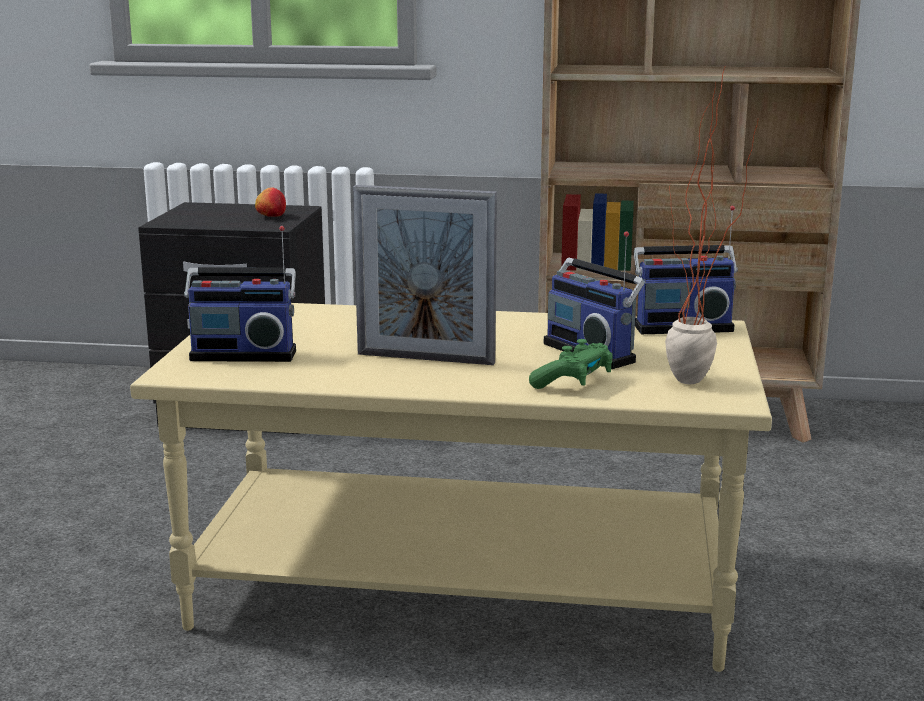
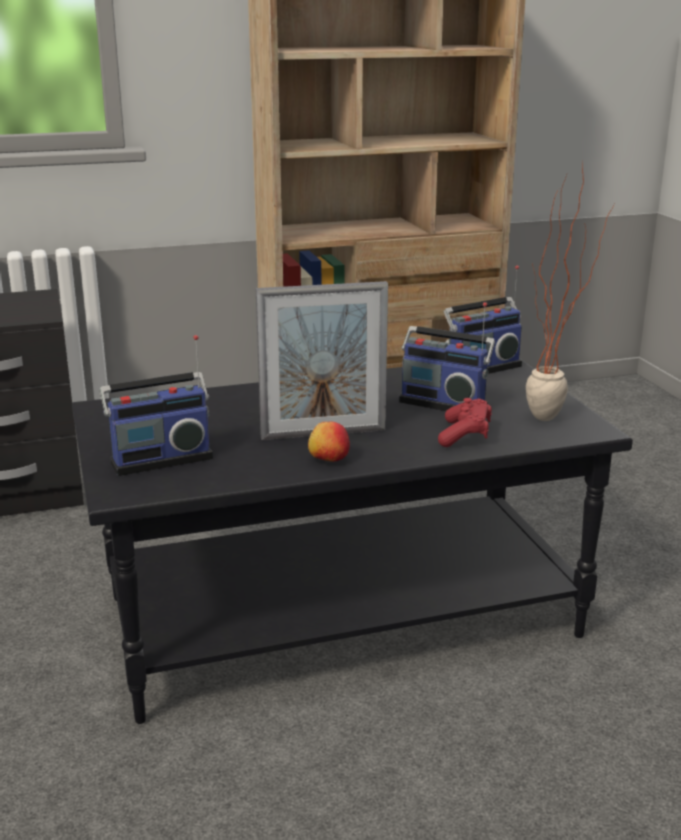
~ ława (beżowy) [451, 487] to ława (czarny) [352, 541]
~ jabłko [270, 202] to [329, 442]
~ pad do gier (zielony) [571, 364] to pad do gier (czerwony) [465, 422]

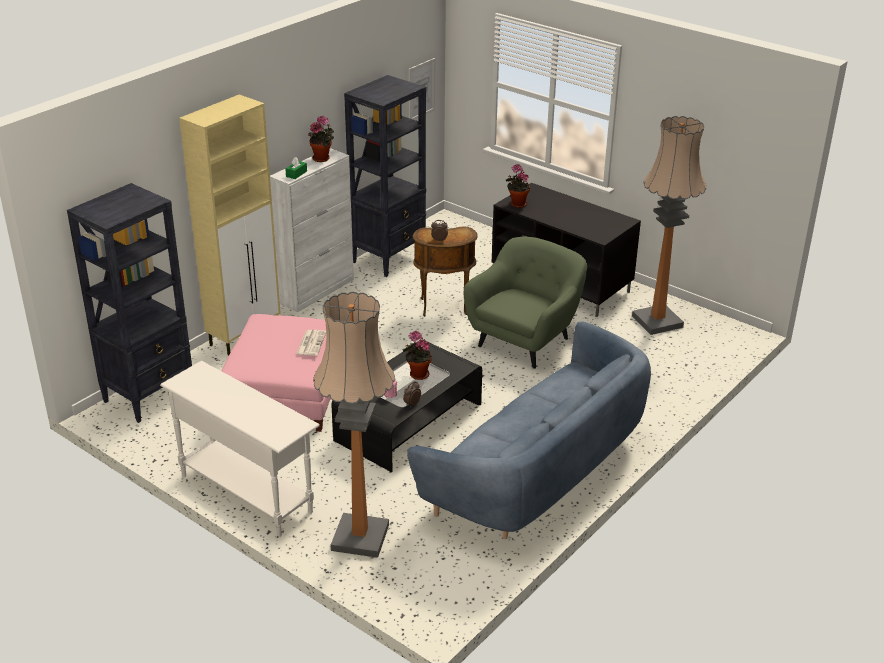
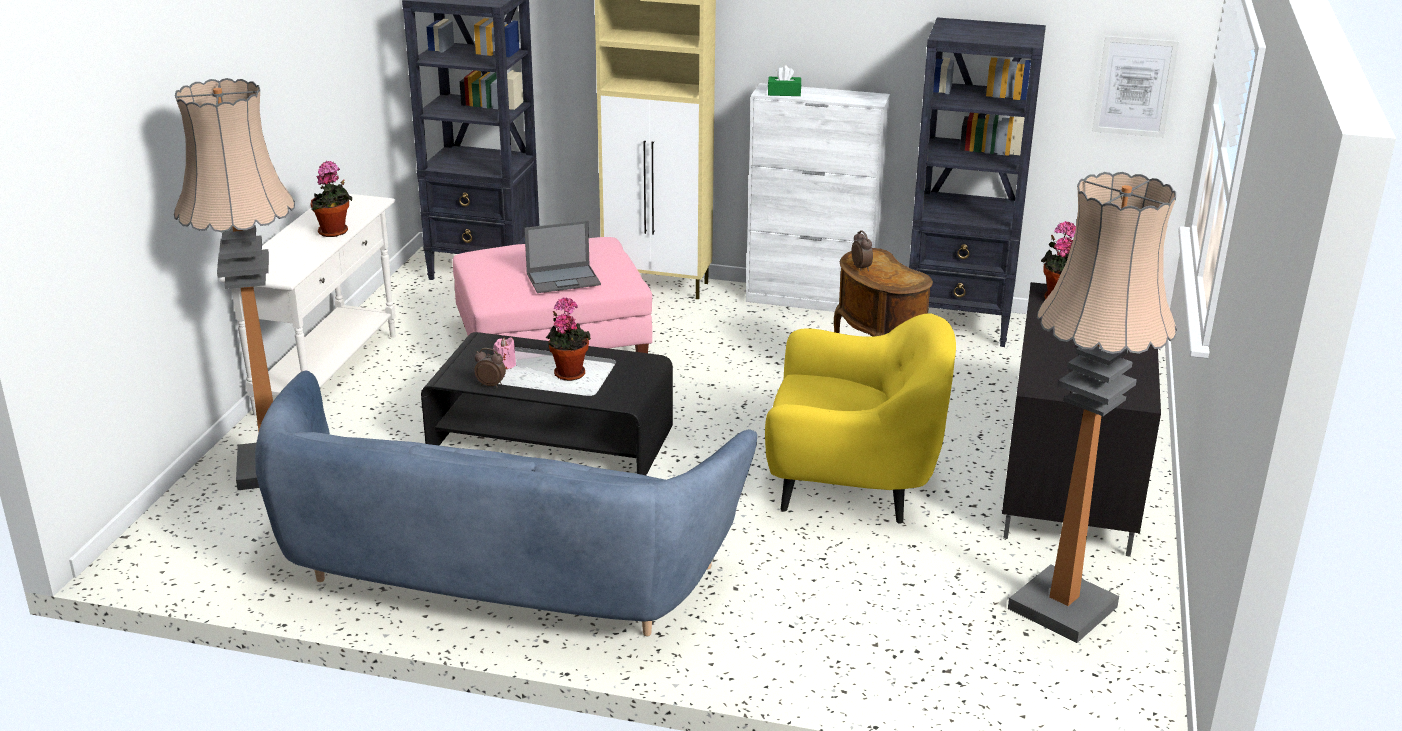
~ roślina doniczkowa [321, 139] to [331, 198]
~ gazeta [311, 343] to laptop [562, 256]
~ fotel (zielony) [525, 302] to fotel (żółty) [860, 418]

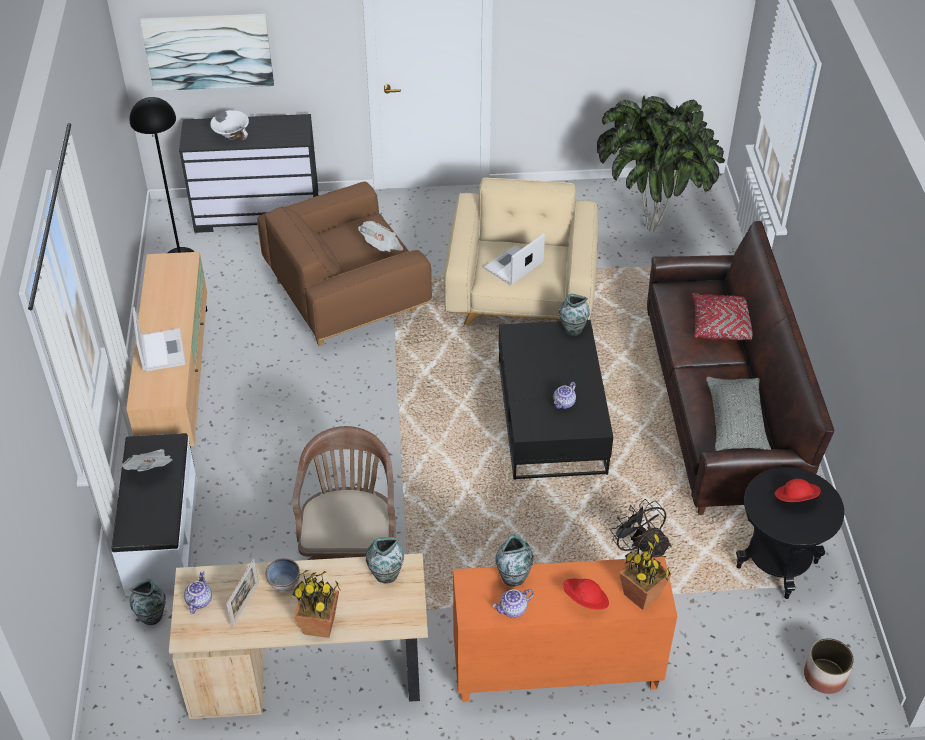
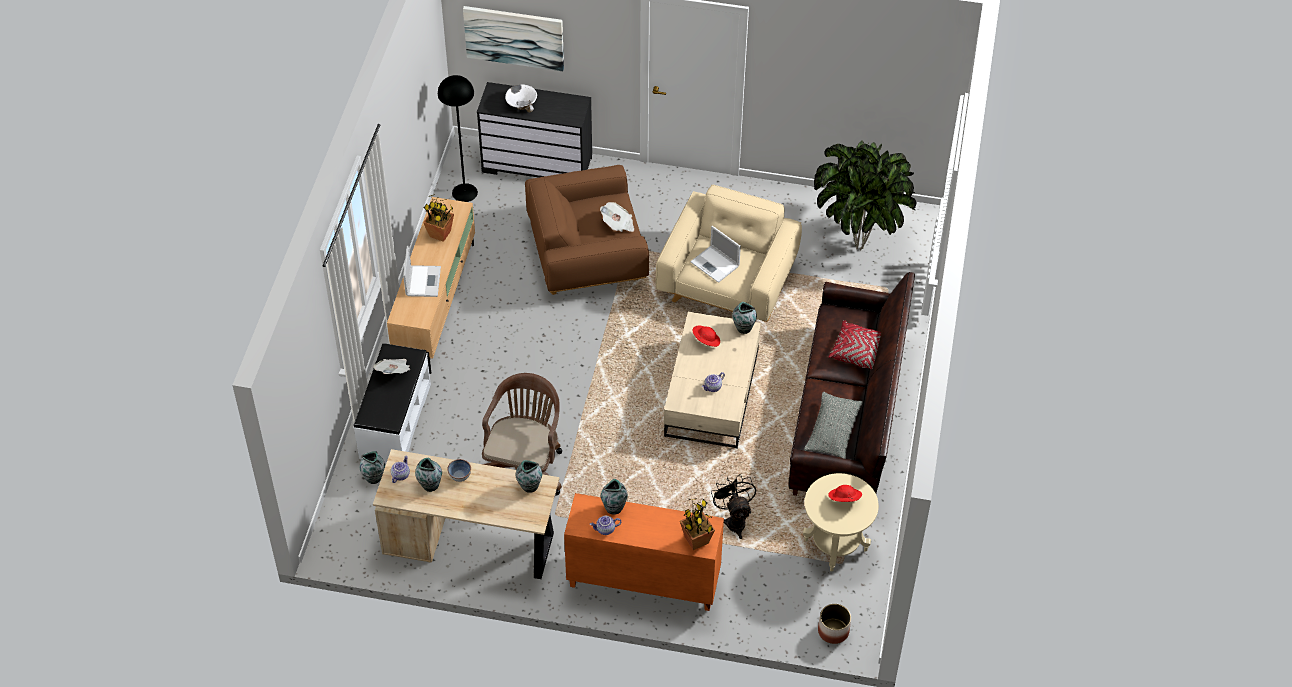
~ ramka na zdjęcie [242, 593] to wazon [428, 475]
~ roślina doniczkowa [316, 604] to [438, 218]
~ ława (czarny) [556, 400] to ława (beżowy) [712, 380]
~ laptop [514, 259] = [715, 254] 105 degrees counterclockwise
~ kapelusz (czerwony) [586, 594] to [706, 336]
~ stolik (czarny) [790, 533] to stolik (beżowy) [841, 522]

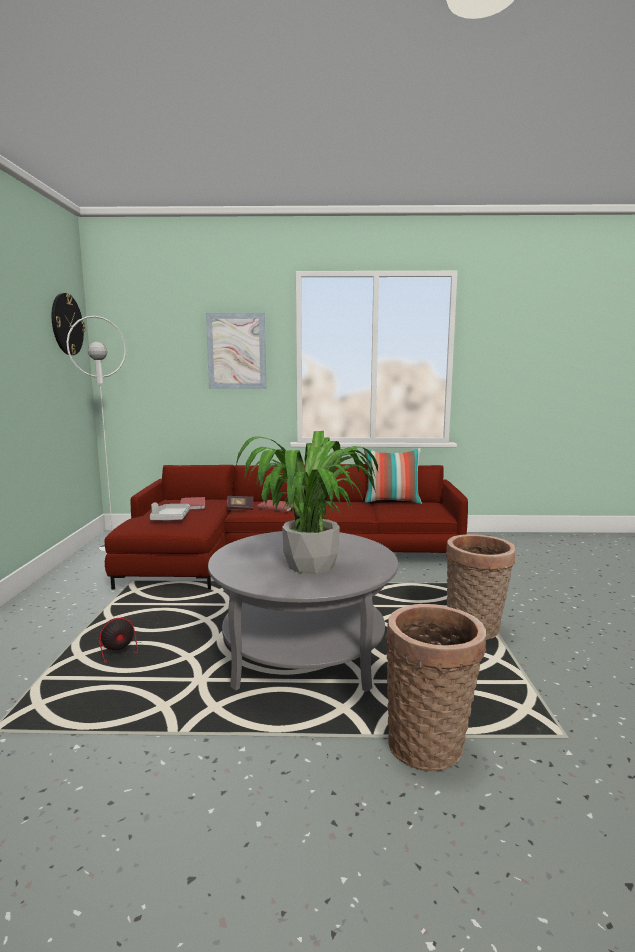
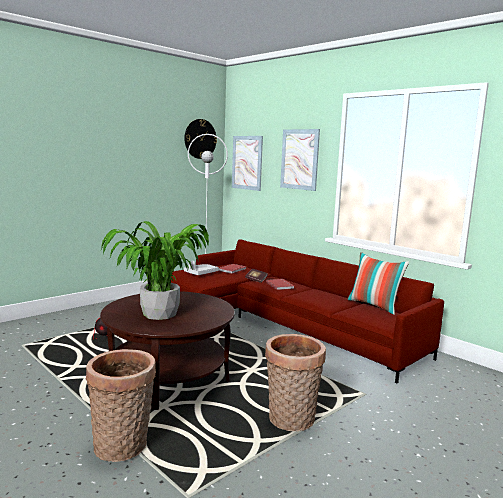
~ ława (szary) [303, 611] to ława (brązowy) [167, 350]
+ obraz [247, 163]

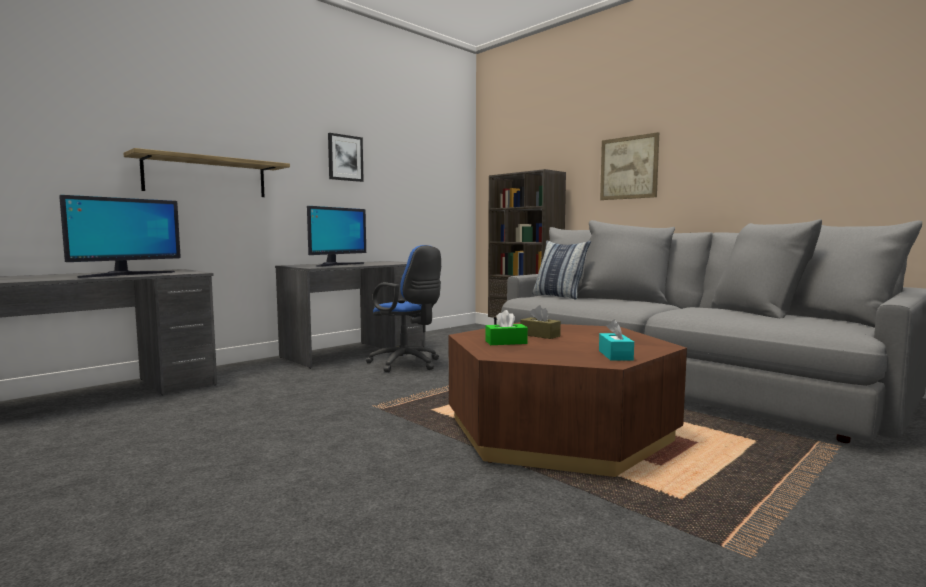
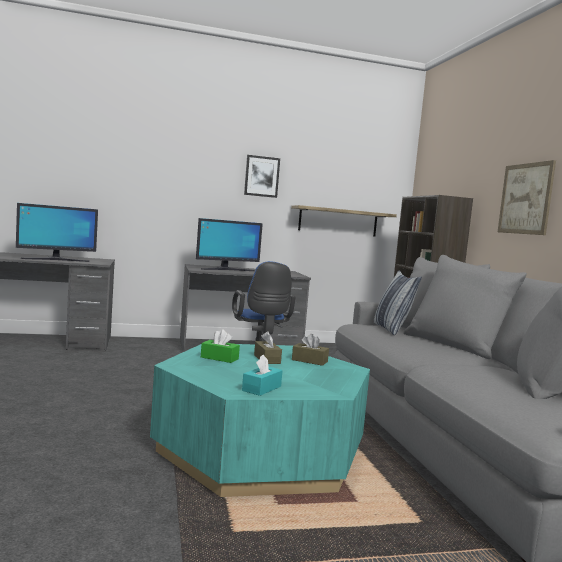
~ ława (brązowy) [568, 399] to ława (turkusowy) [260, 420]
~ półka [206, 172] to [344, 221]
+ pudełko chusteczek (brązowy) [310, 350]

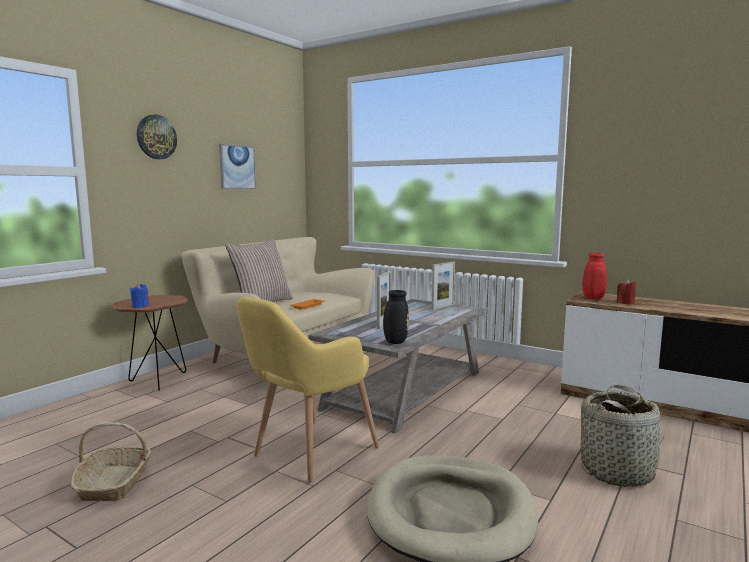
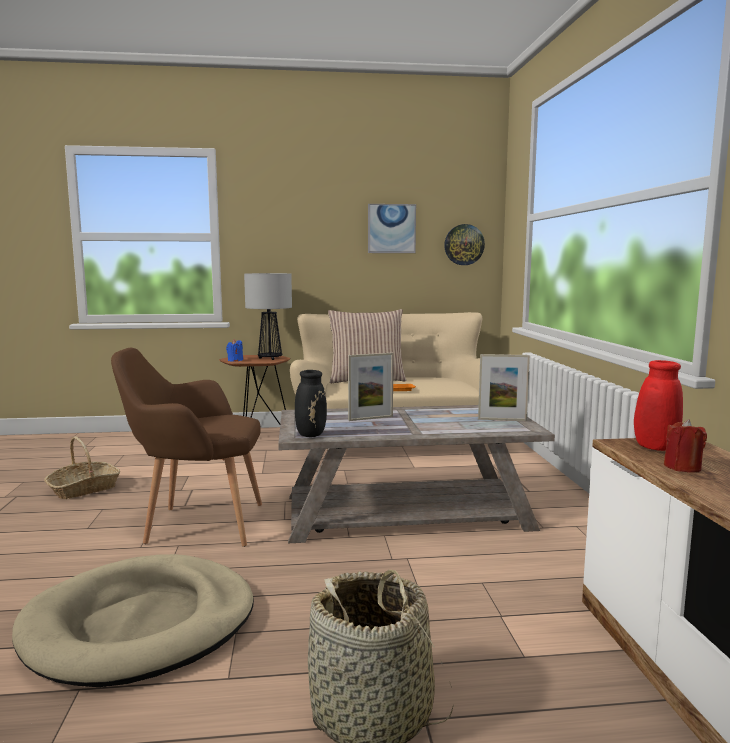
~ fotel (żółty) [308, 389] to fotel (brązowy) [186, 447]
+ lampa stołowa [268, 316]
~ zegar ścienny [157, 136] to [464, 244]

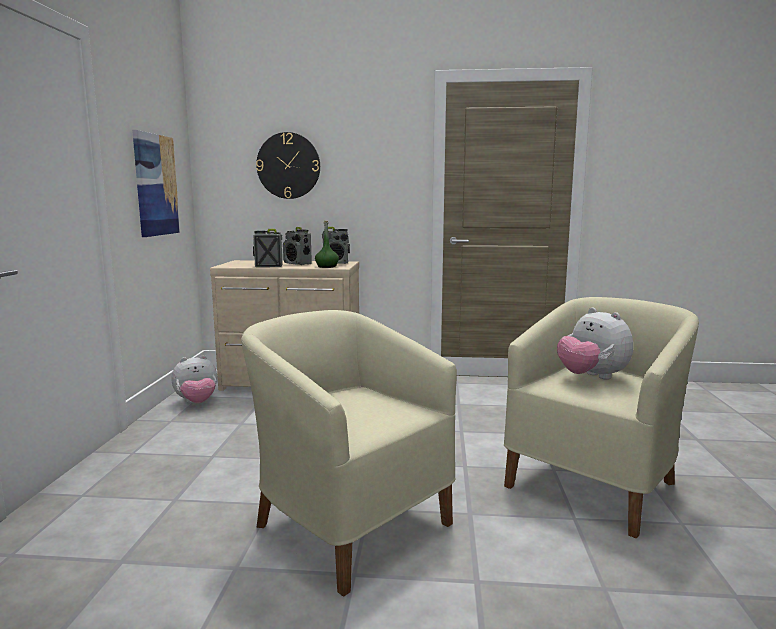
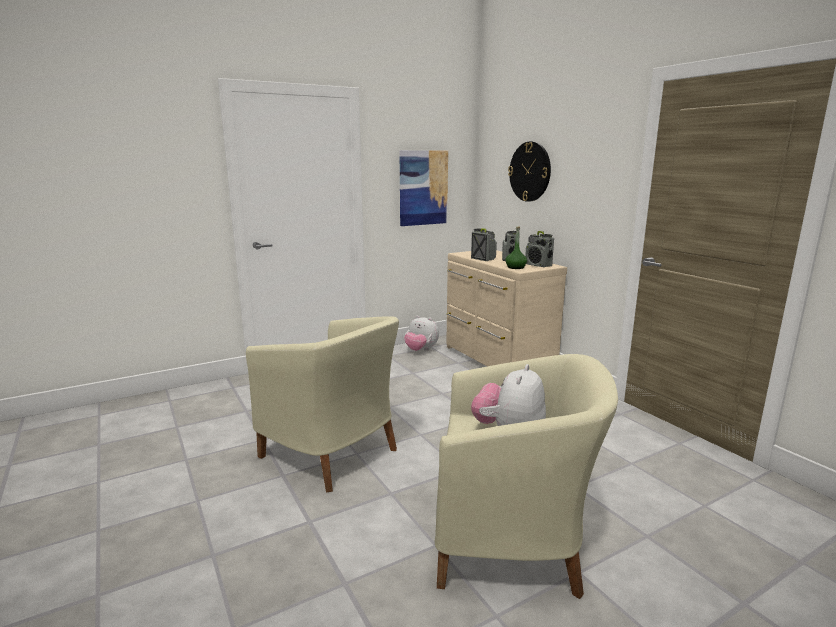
~ fotel (beżowy) [349, 453] = [322, 404] 120 degrees clockwise

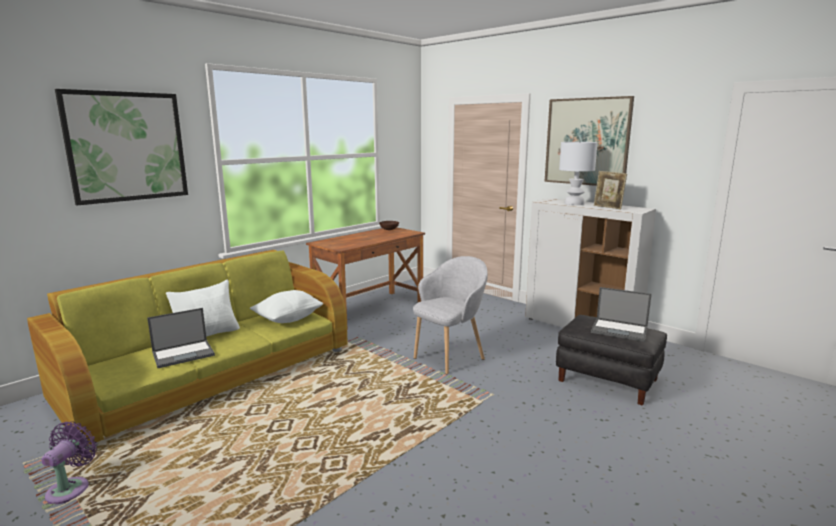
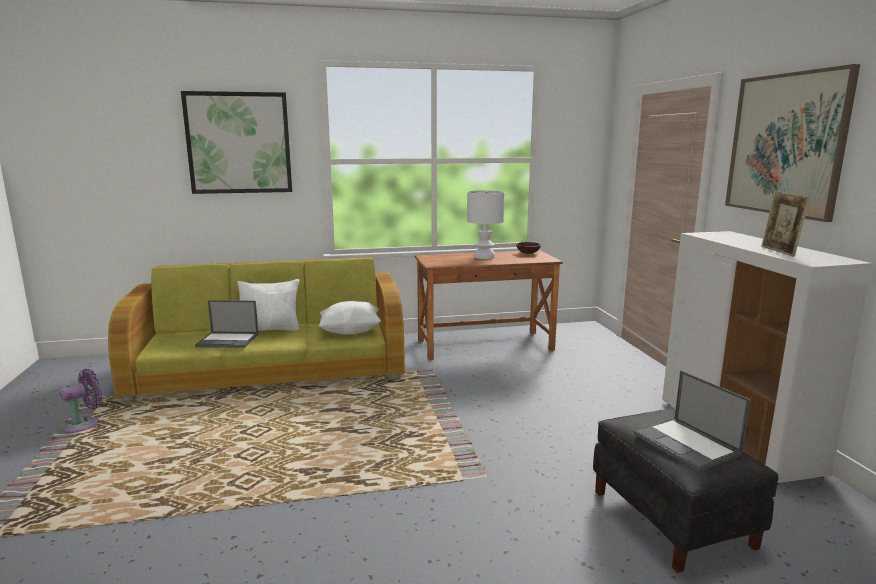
~ lampa stołowa (biały) [578, 173] to [486, 224]
- fotel (szary) [450, 315]

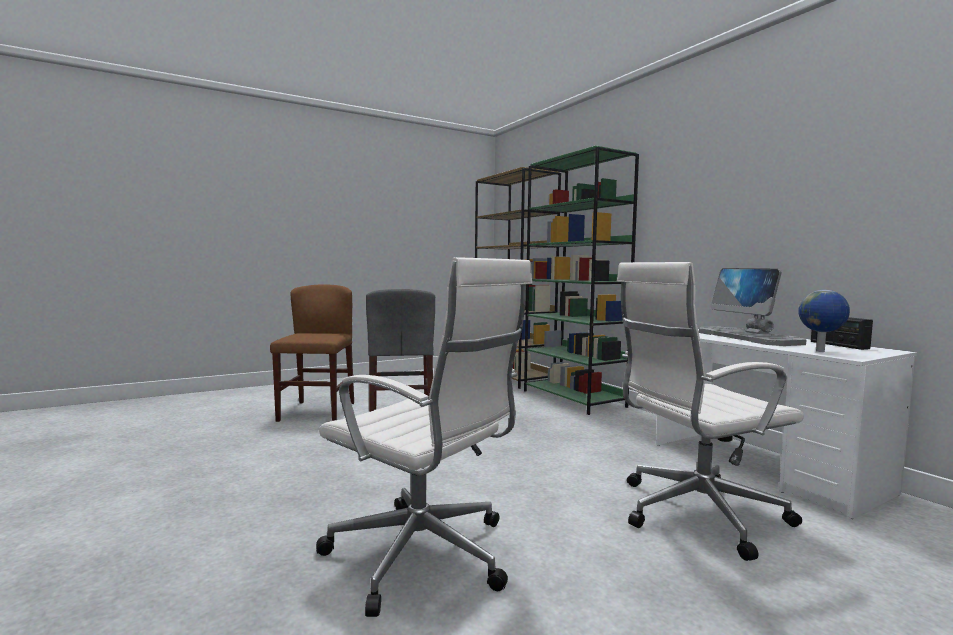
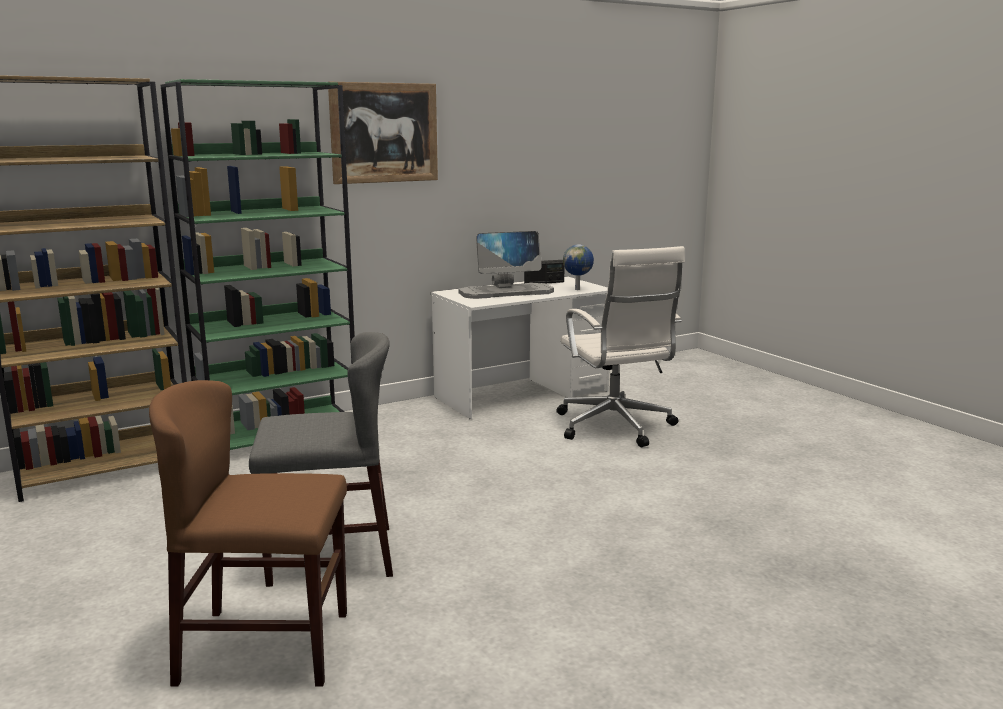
+ obraz [383, 133]
- krzesło biurowe (biały) [424, 437]

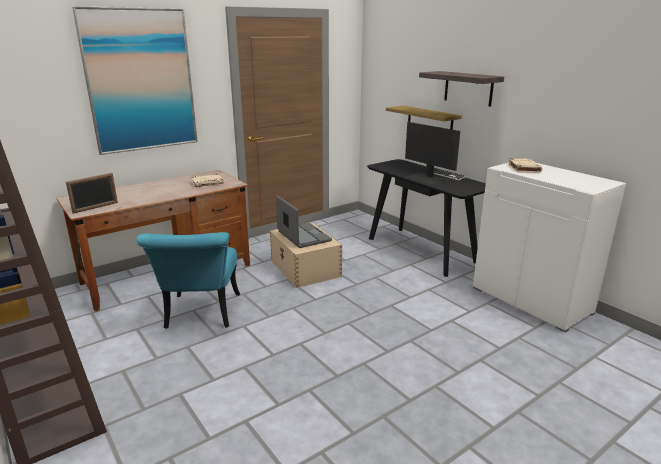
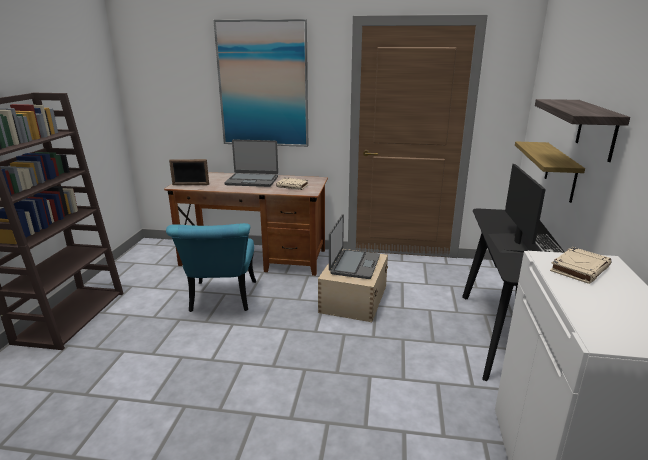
~ krzesło (turkusowy) [188, 280] = [211, 267] 45 degrees counterclockwise
+ laptop [251, 163]

